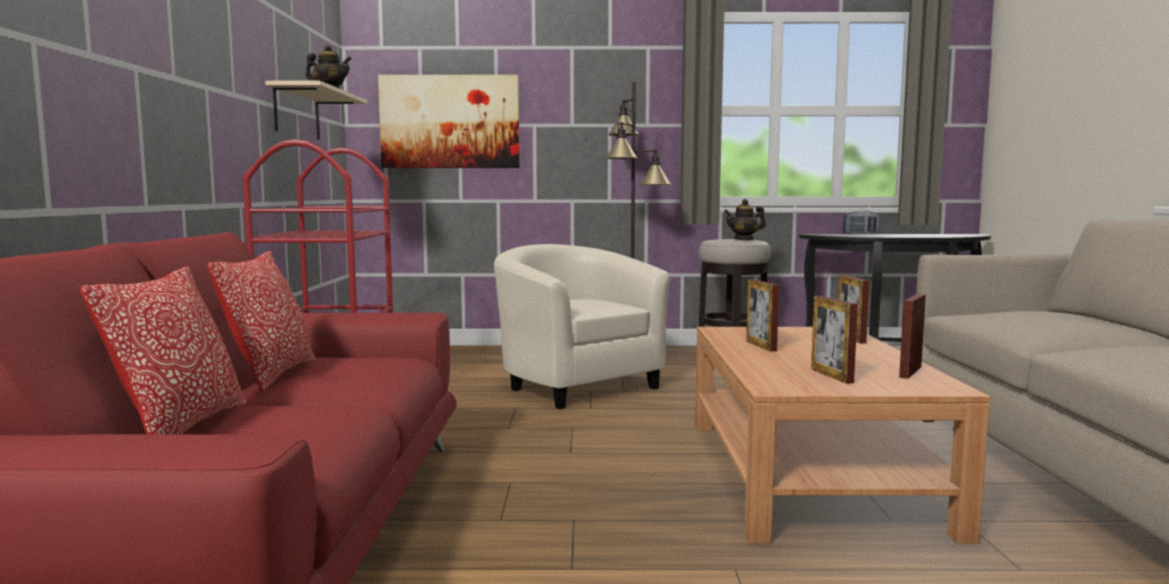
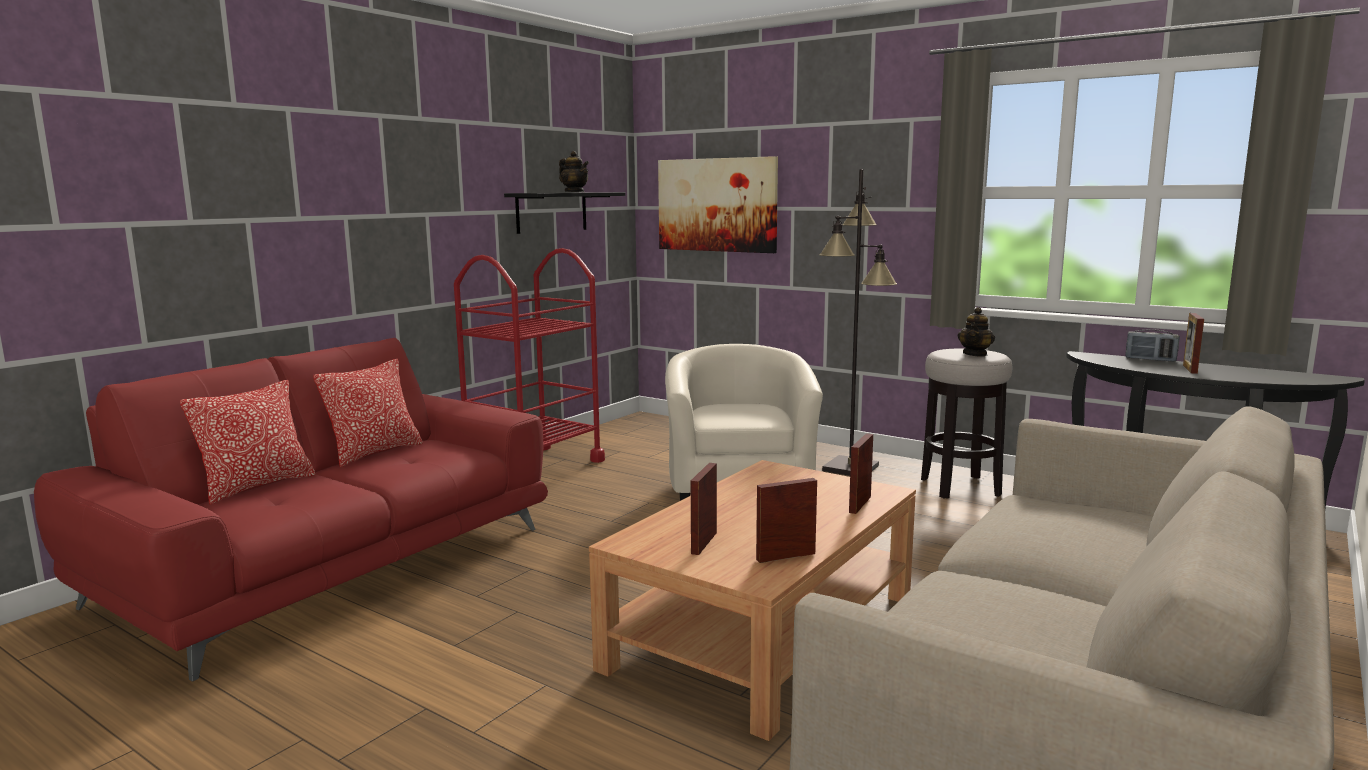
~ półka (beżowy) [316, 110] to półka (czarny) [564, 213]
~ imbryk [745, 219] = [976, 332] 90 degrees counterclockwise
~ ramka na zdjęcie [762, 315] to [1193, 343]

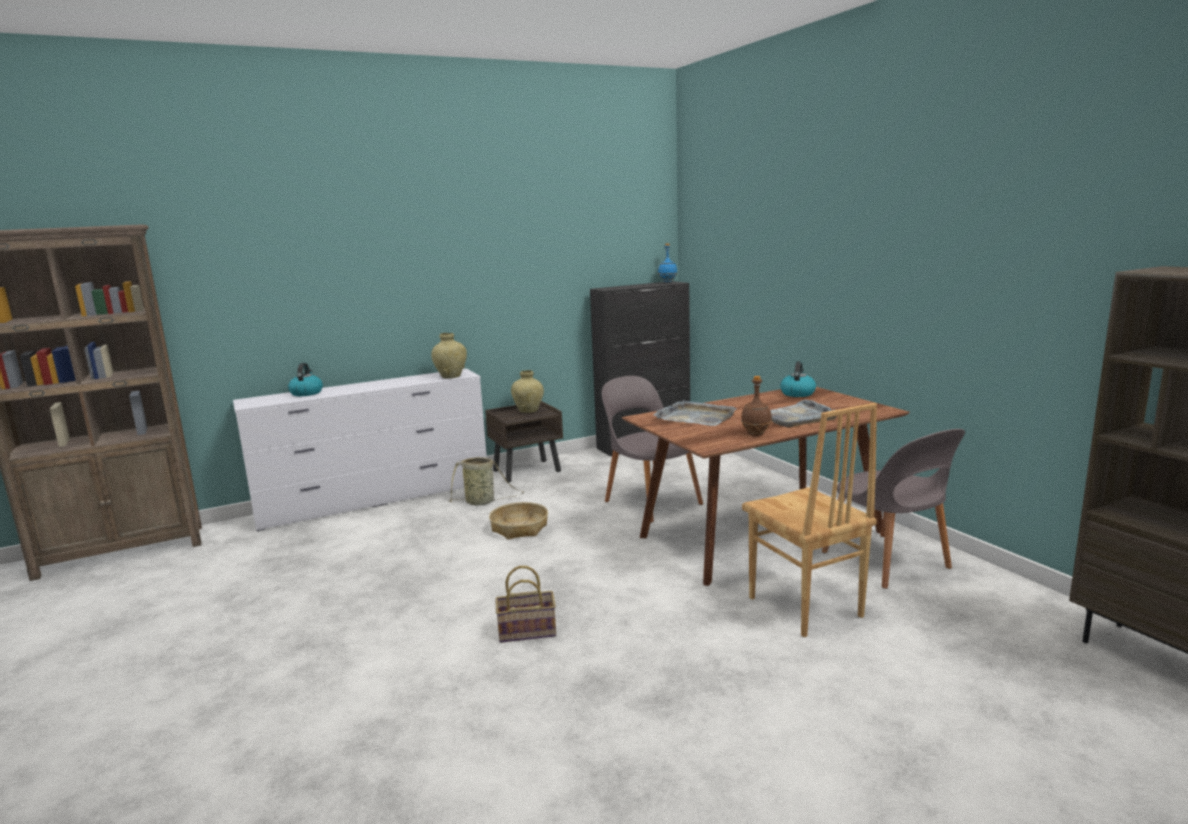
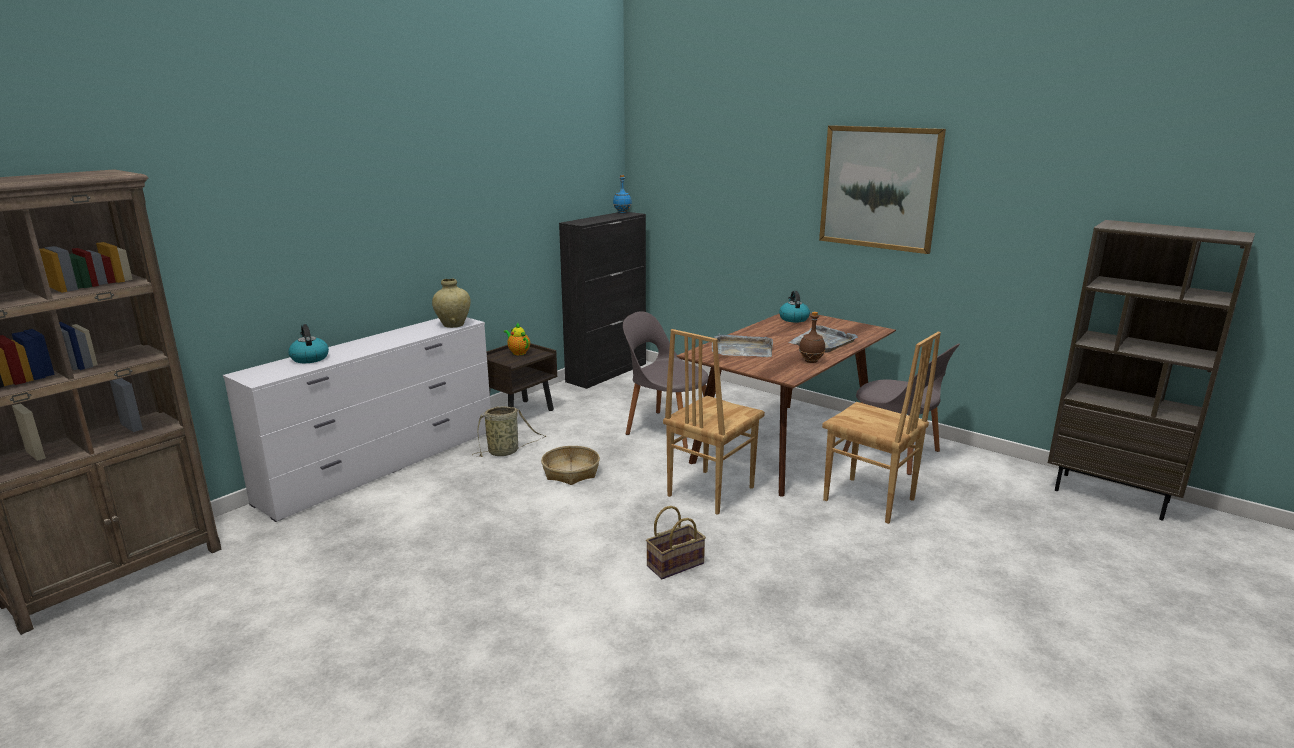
~ wazon (beżowy) [527, 391] to imbryk [517, 338]
+ krzesło (brązowy) [714, 422]
+ obraz [882, 189]

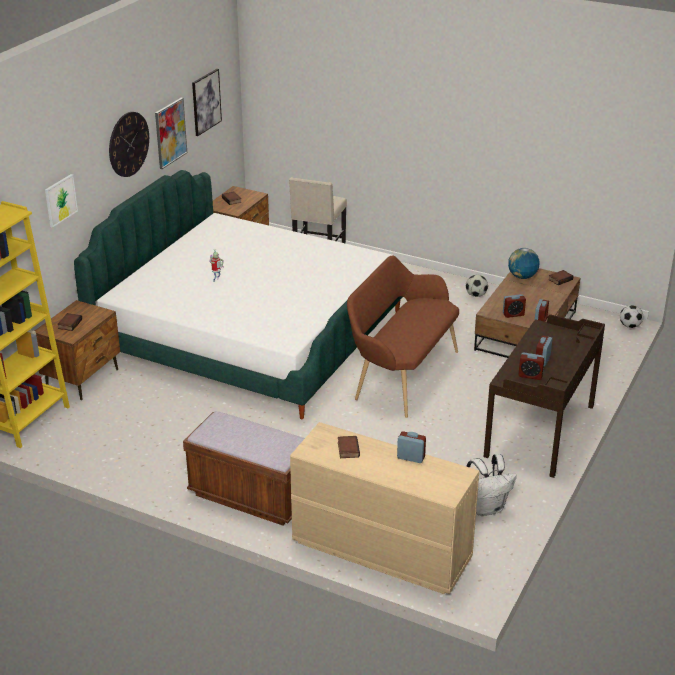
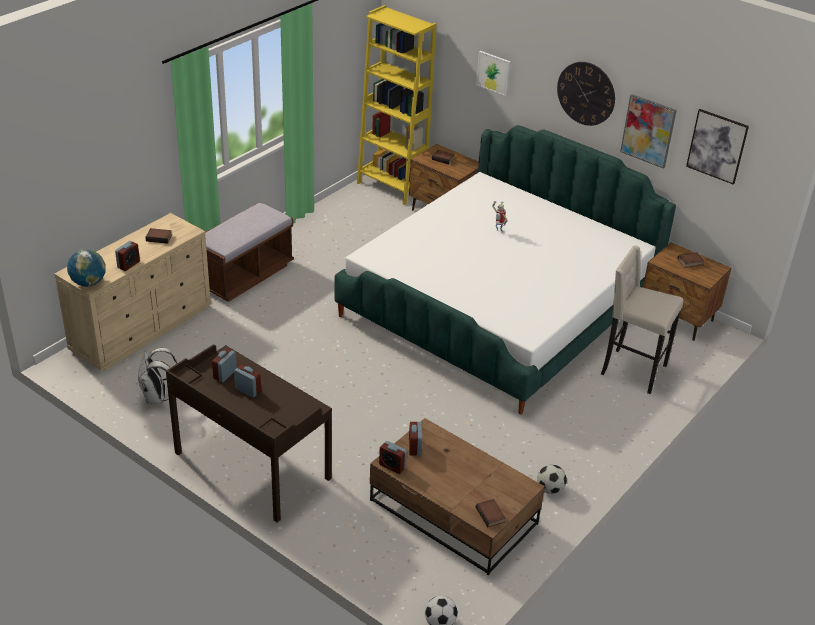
~ globus [524, 263] to [86, 268]
- ławka (brązowy) [403, 337]

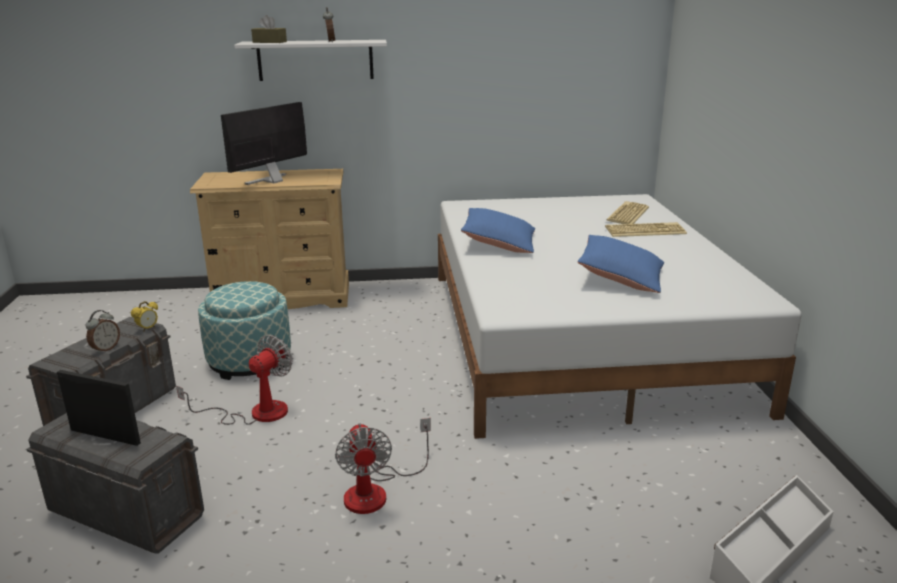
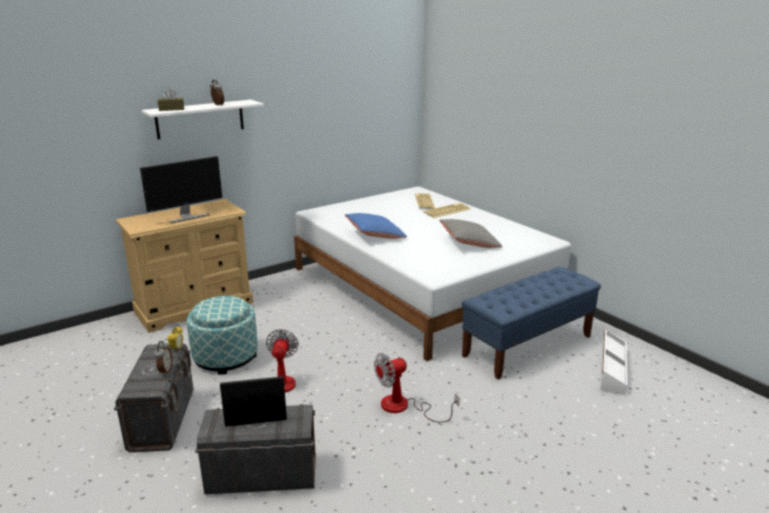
~ monitor [264, 143] = [181, 189] 135 degrees counterclockwise
~ wentylator [383, 466] = [417, 388] 105 degrees clockwise
~ poduszka (niebieski) [621, 264] to poduszka (szary) [471, 233]
+ ławka (niebieski) [531, 323]

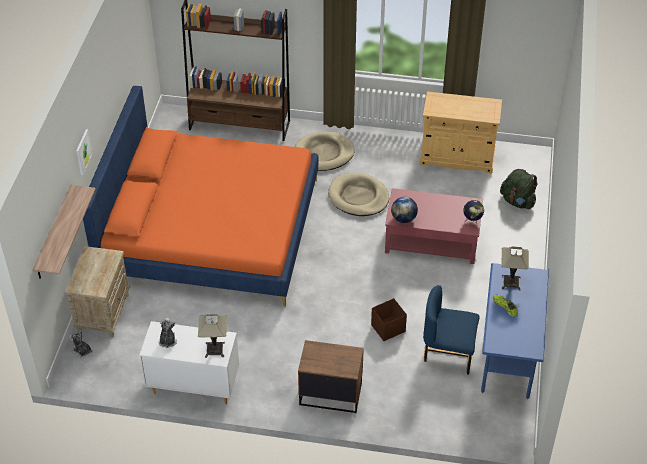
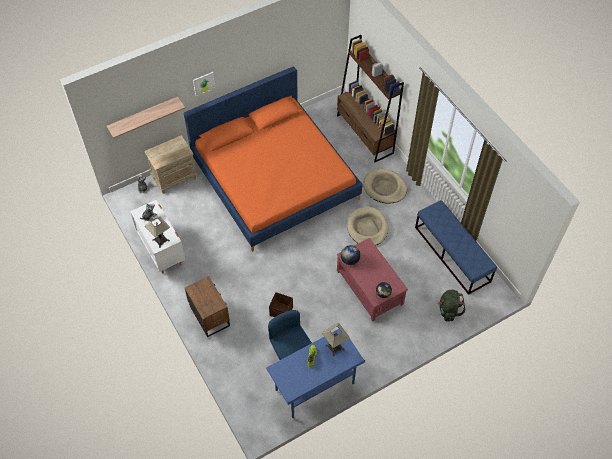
~ szafka (beżowy) [461, 132] to ławka (niebieski) [456, 247]

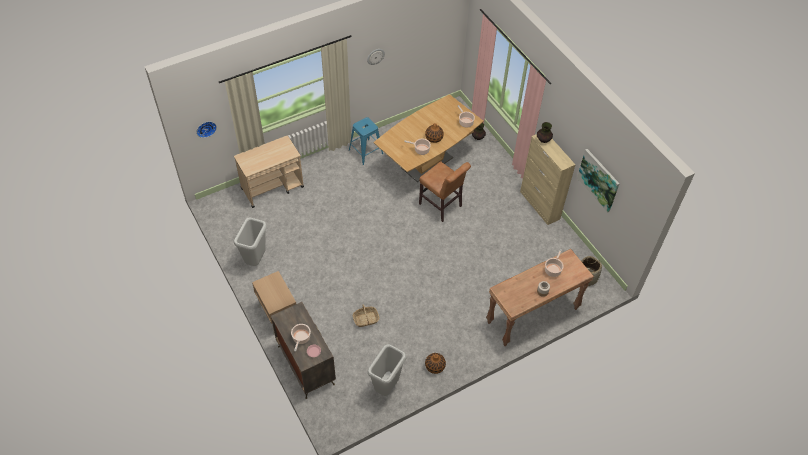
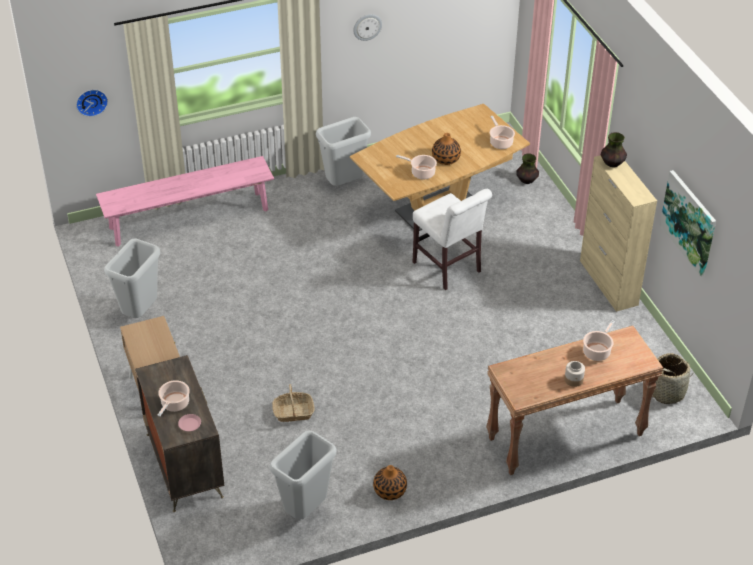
~ wózek (beżowy) [269, 171] to ławka (różowy) [185, 201]
~ stołek (niebieski) [366, 141] to kosz na śmieci (szary) [343, 151]
~ krzesło (brązowy) [445, 191] to krzesło (biały) [452, 239]

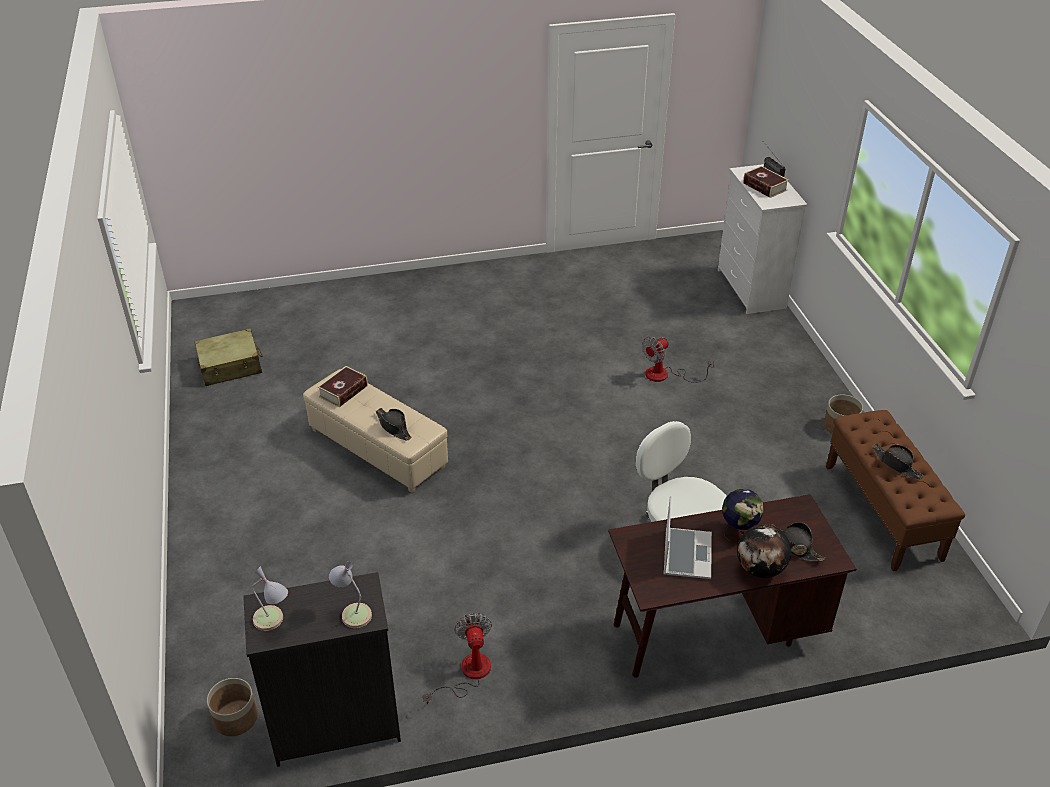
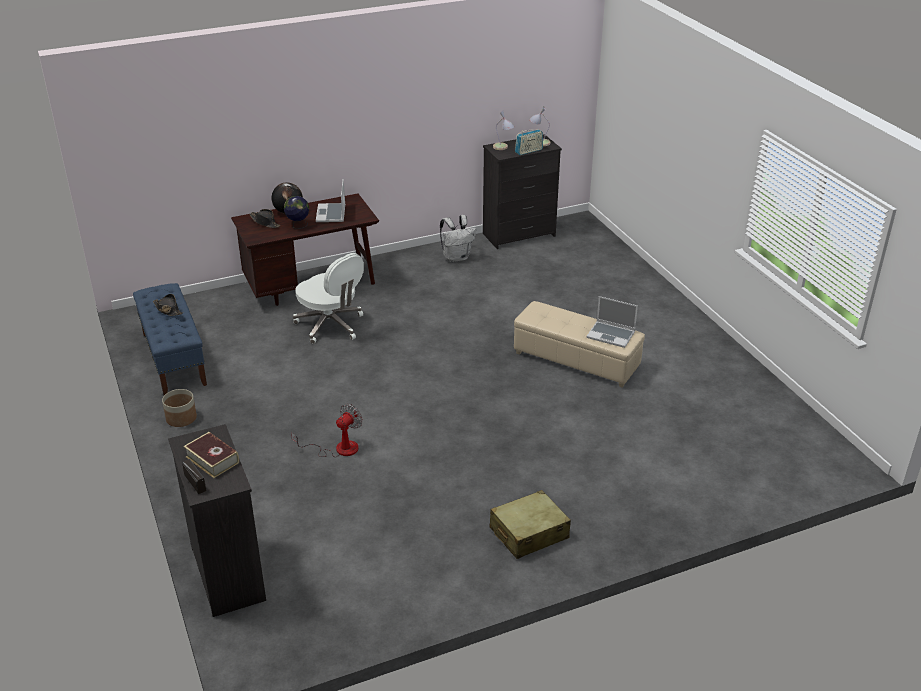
~ ławka (brązowy) [895, 490] to ławka (niebieski) [170, 339]
~ komoda (biały) [762, 239] to komoda (czarny) [217, 520]
~ wentylator [457, 658] to plecak (biały) [458, 238]
~ walizka (beżowy) [229, 357] to [530, 524]
+ radio [529, 142]
~ książka [343, 386] to laptop [612, 322]
- donica [232, 707]
- kapelusz (czarny) [393, 424]

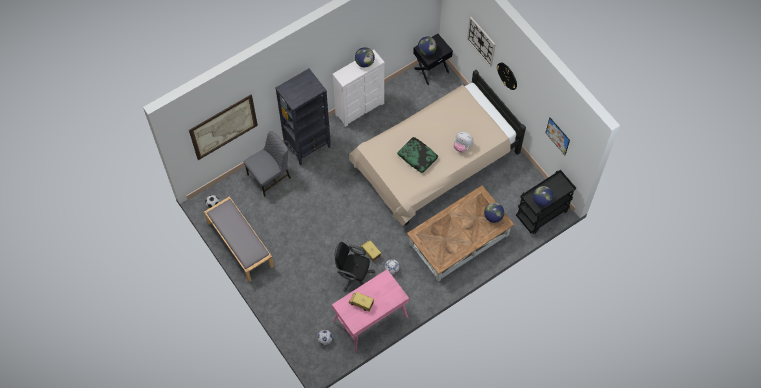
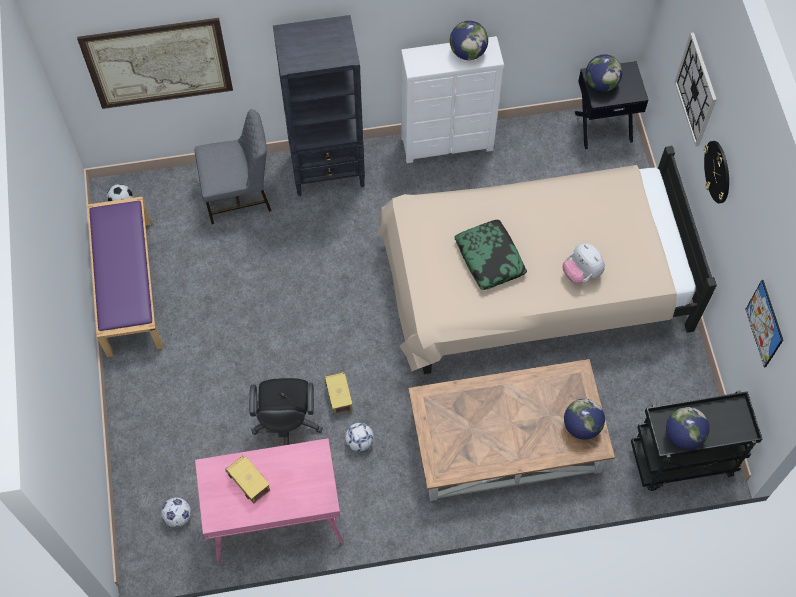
~ ławka (szary) [239, 239] to ławka (fioletowy) [125, 276]
~ krzesło biurowe (czarny) [355, 267] = [286, 411] 135 degrees counterclockwise

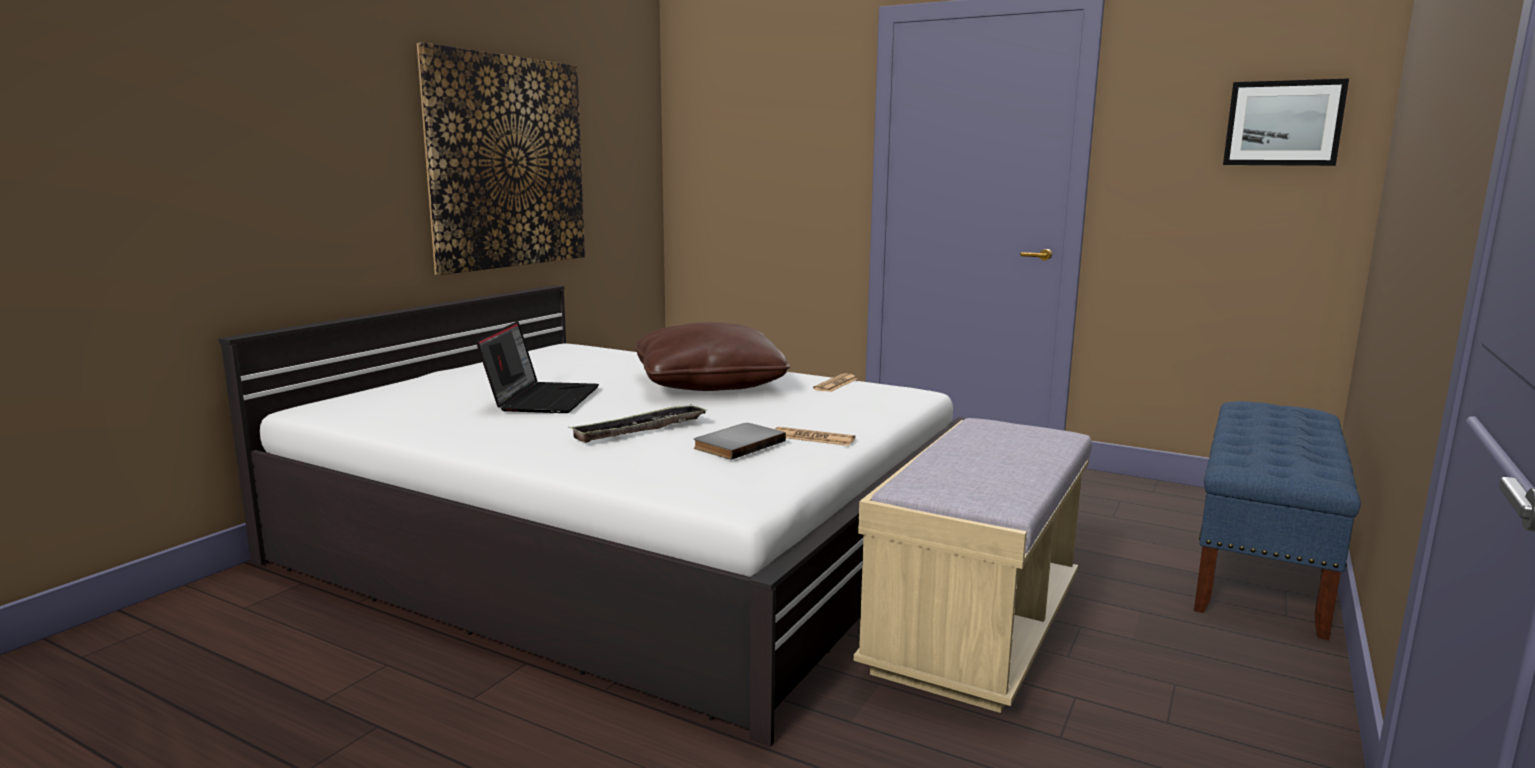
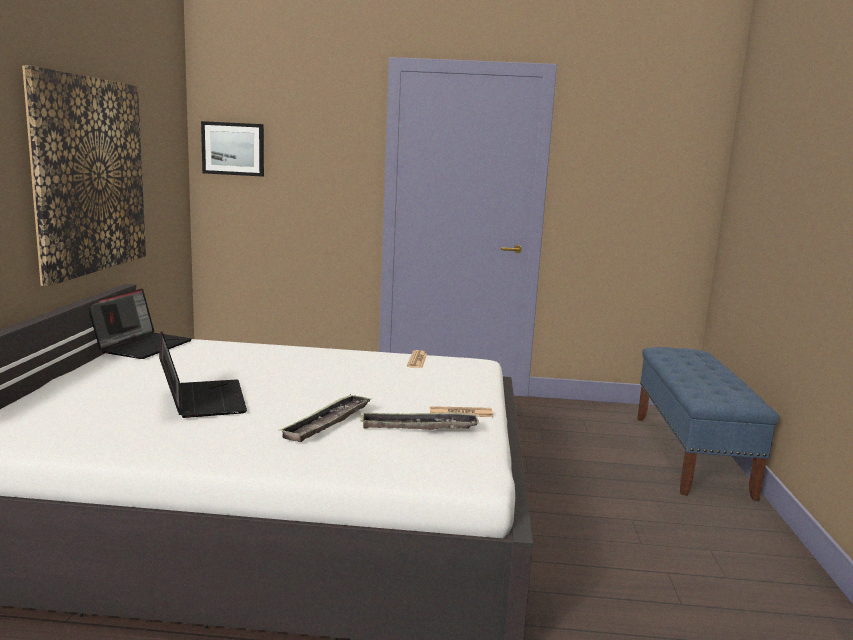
+ laptop [140, 324]
~ obraz [1286, 122] to [232, 149]
~ książka (szary) [740, 441] to taca [420, 421]
- poduszka (brązowy) [712, 356]
- ławka (beżowy) [973, 565]

